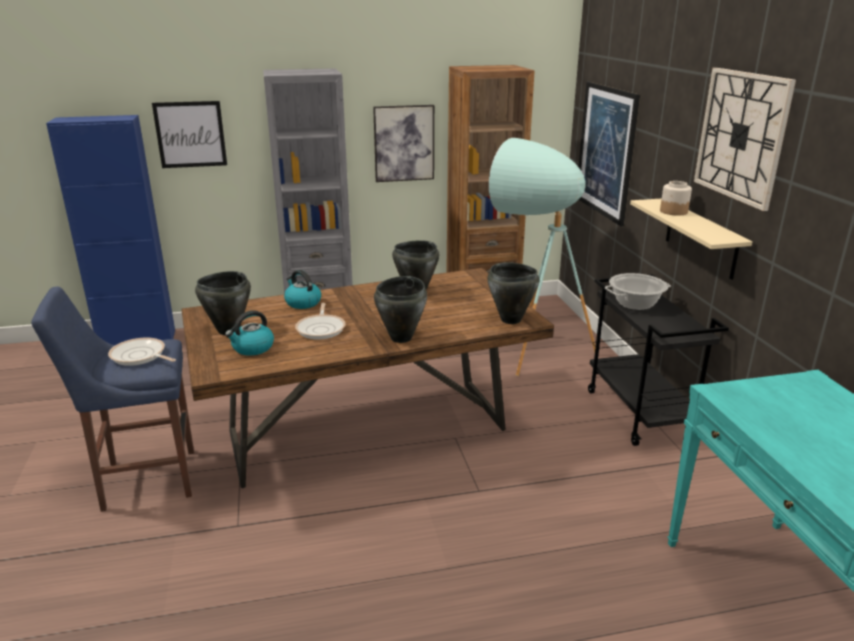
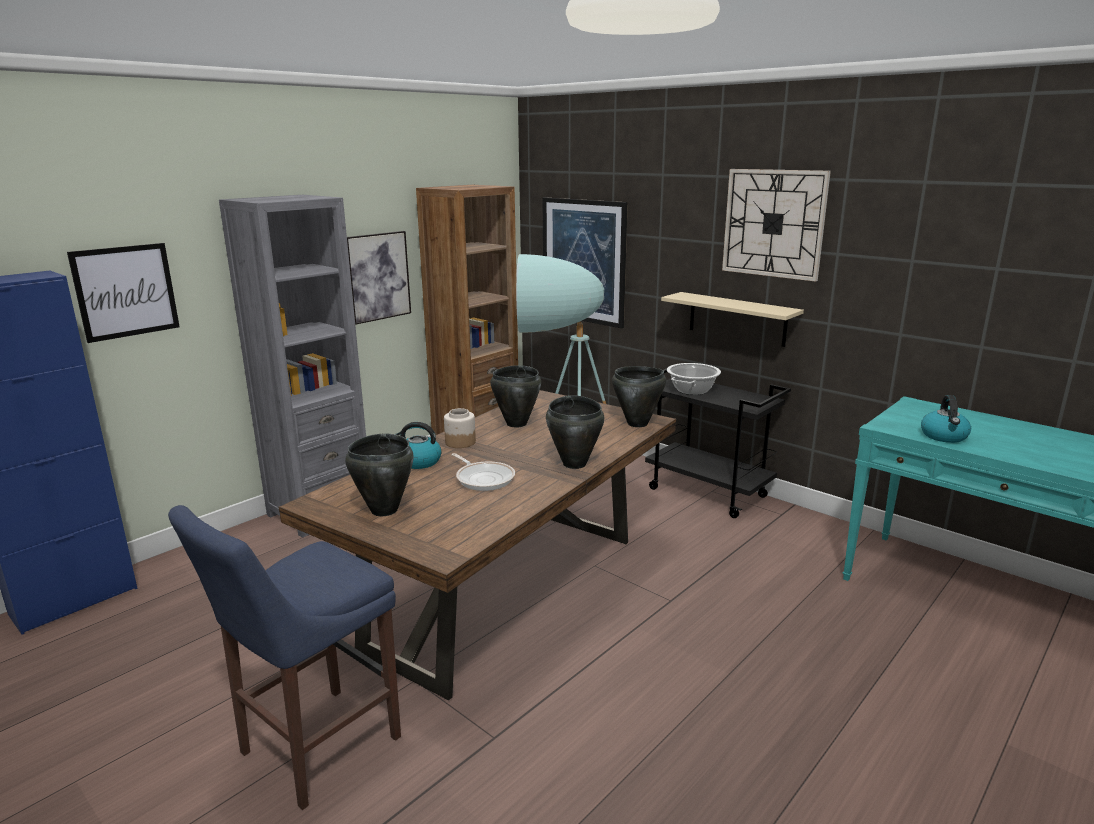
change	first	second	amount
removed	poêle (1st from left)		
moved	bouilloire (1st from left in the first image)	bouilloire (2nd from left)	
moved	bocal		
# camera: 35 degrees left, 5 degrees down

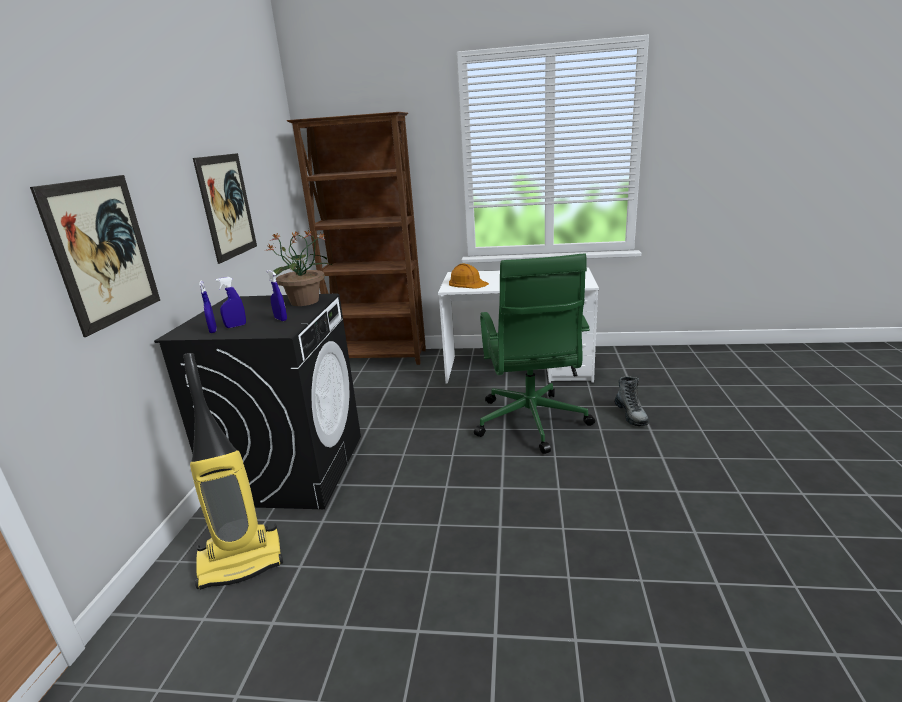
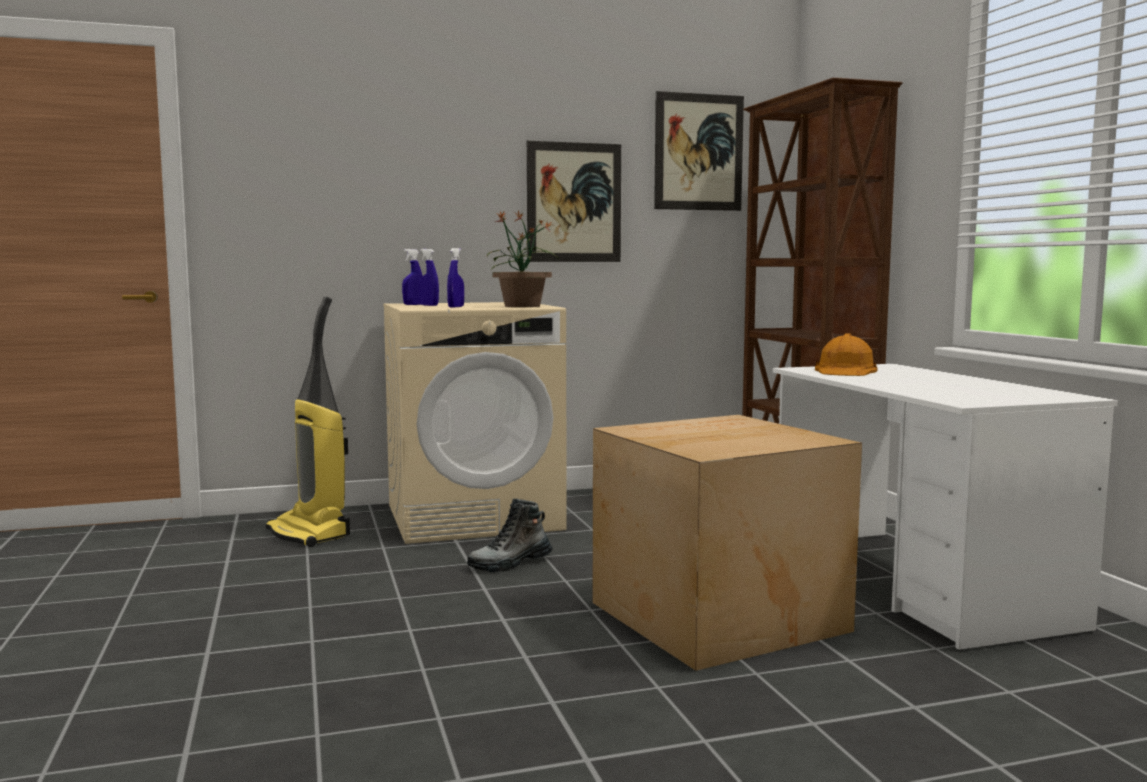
change	first	second	amount
moved	tableau (1st from left in the first image)	tableau (2nd from left)	
recoloured	lave-linge/noir	lave-linge/beige	
replaced	chaise de bureau/vert	carton	
moved	botte		
# camera: 65 degrees right, 15 degrees down

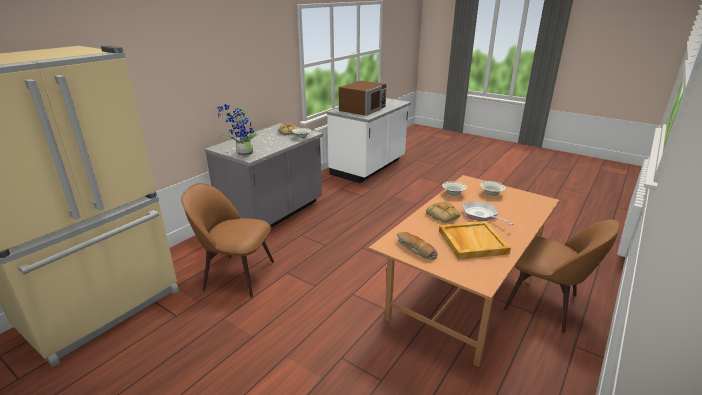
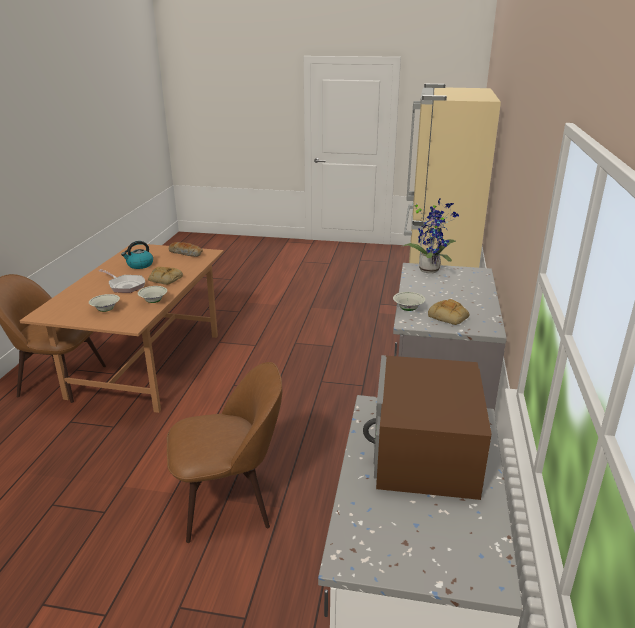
change	first	second	amount
moved	chaise/marron (1st from left in the first image)	chaise/marron (2nd from left)	
replaced	plateau/beige	bouilloire	
# camera: 155 degrees right, 0 degrees up

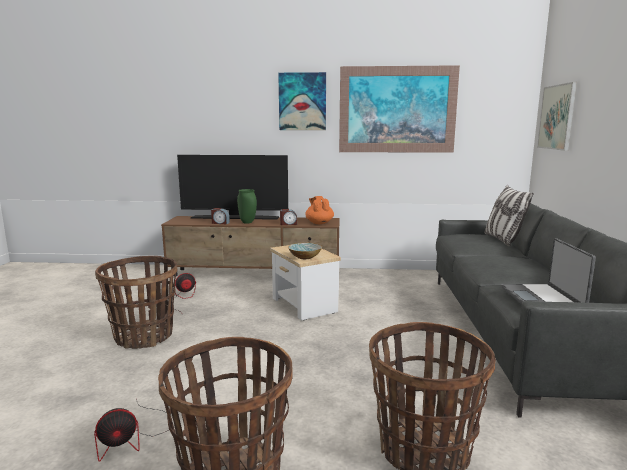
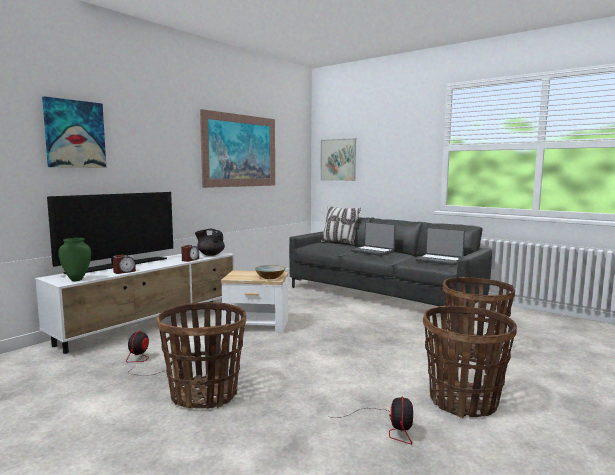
change	first	second	amount
recoloured	meuble télé/marron	meuble télé/blanc	
moved	vase/vert		
moved	tableau (1st from left)		
recoloured	théière/orange	théière/noir	
added		ordinateur portable (1st from left)	
# camera: 55 degrees left, 5 degrees down

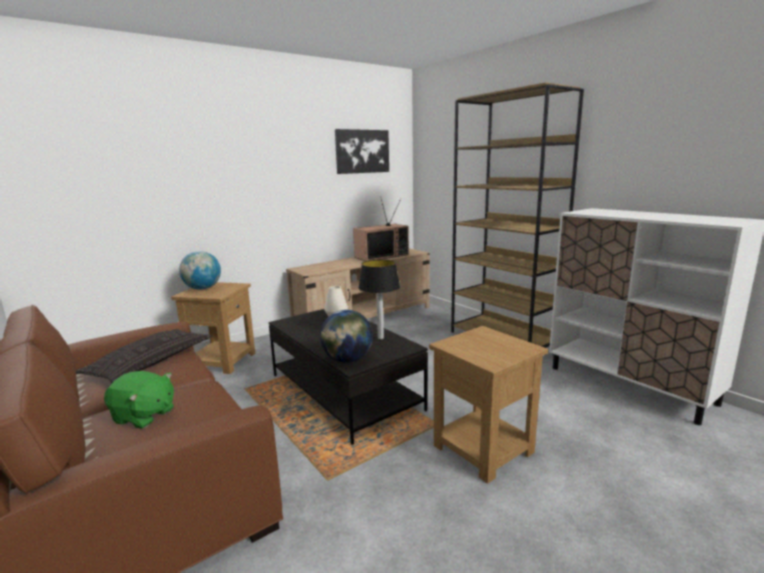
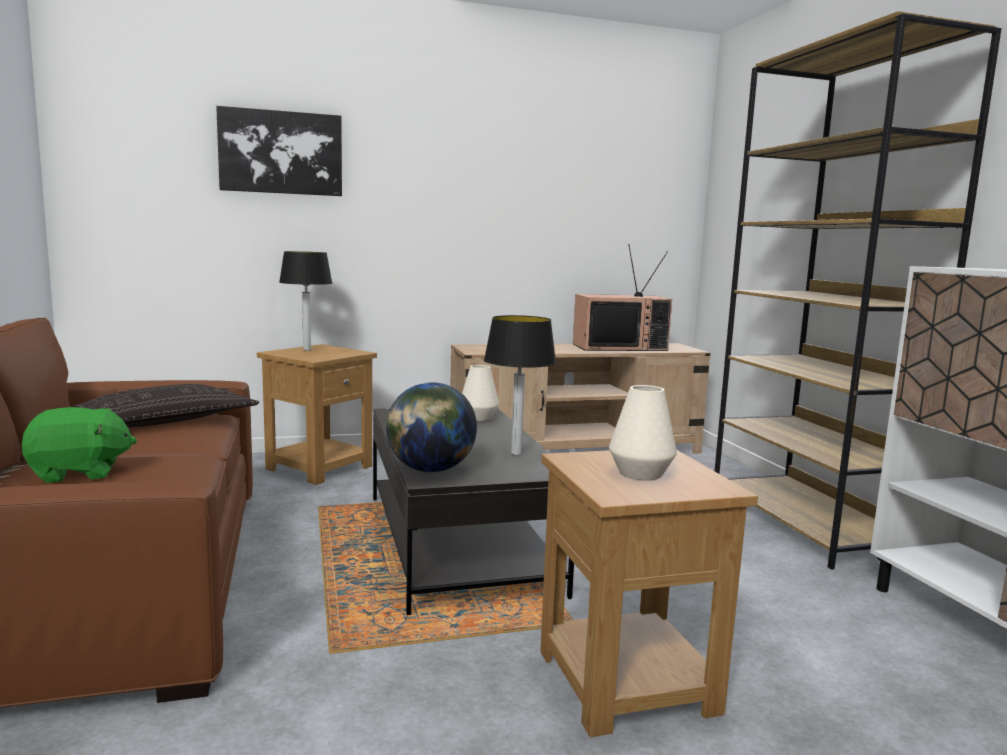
change	first	second	amount
turned	peluche/vert		60 degrees counterclockwise
replaced	globe (1st from left)	lampe de table (1st from left)	
moved	tableau		
added		vase/blanc (2nd from left)	
# camera: 20 degrees right, 5 degrees down

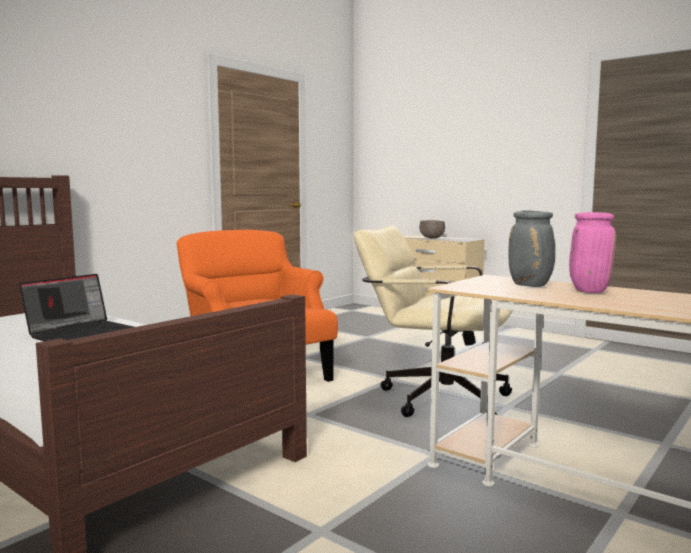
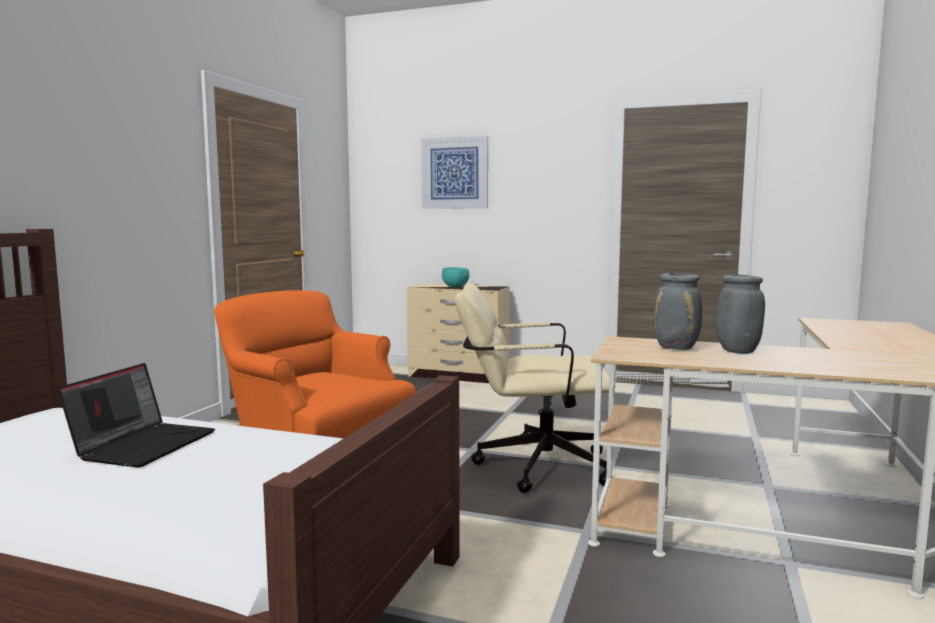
change	first	second	amount
recoloured	bol/marron	bol/turquoise	
recoloured	vase/rose	vase/gris (2nd from left)	
added		tableau	
# camera: 20 degrees left, 0 degrees up

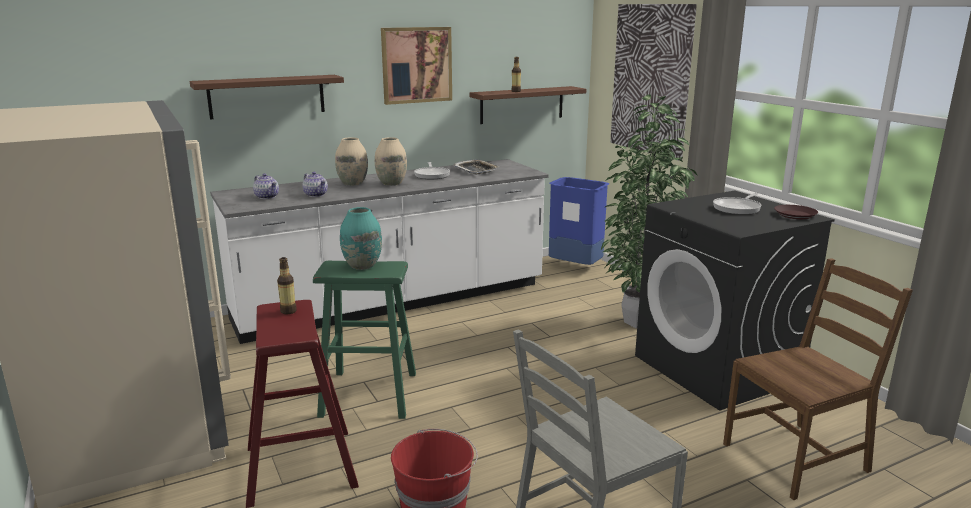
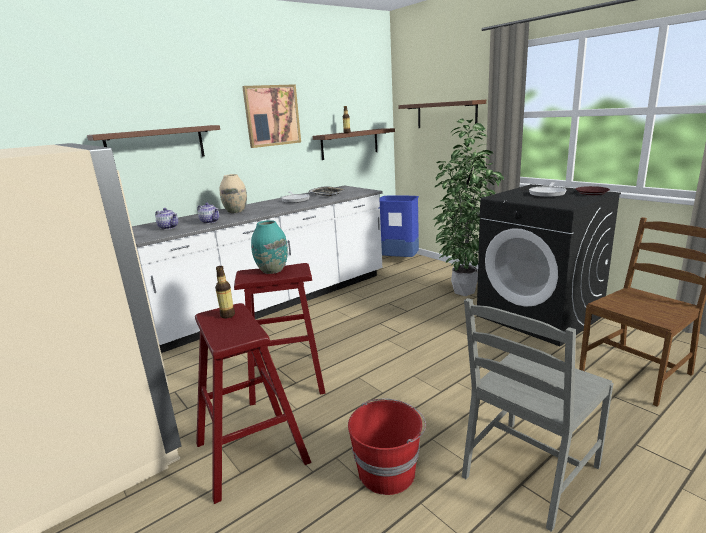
change	first	second	amount
recoloured	tabouret/vert	tabouret/rouge (2nd from left)	
removed	vase/beige (2nd from left)		
replaced	tableau (2nd from left)	étagère/marron (3rd from left)	
# camera: 10 degrees left, 0 degrees up

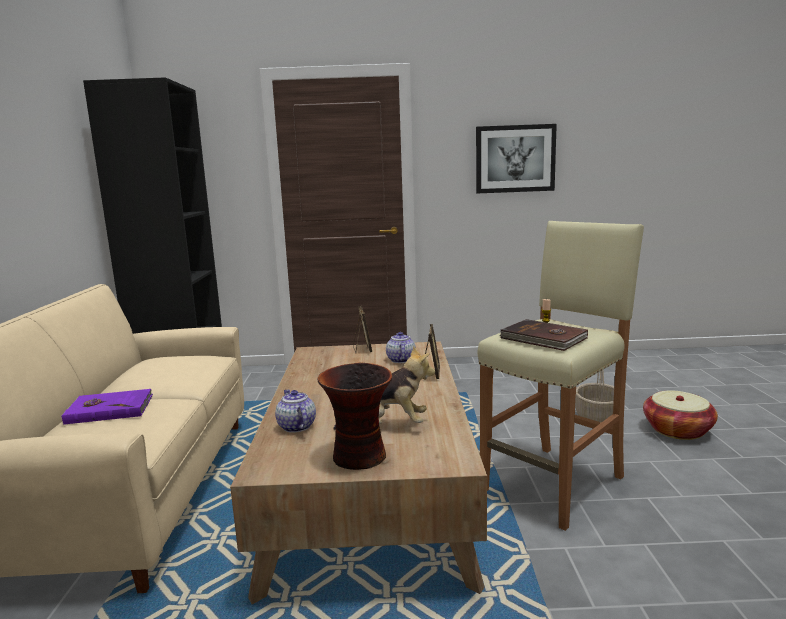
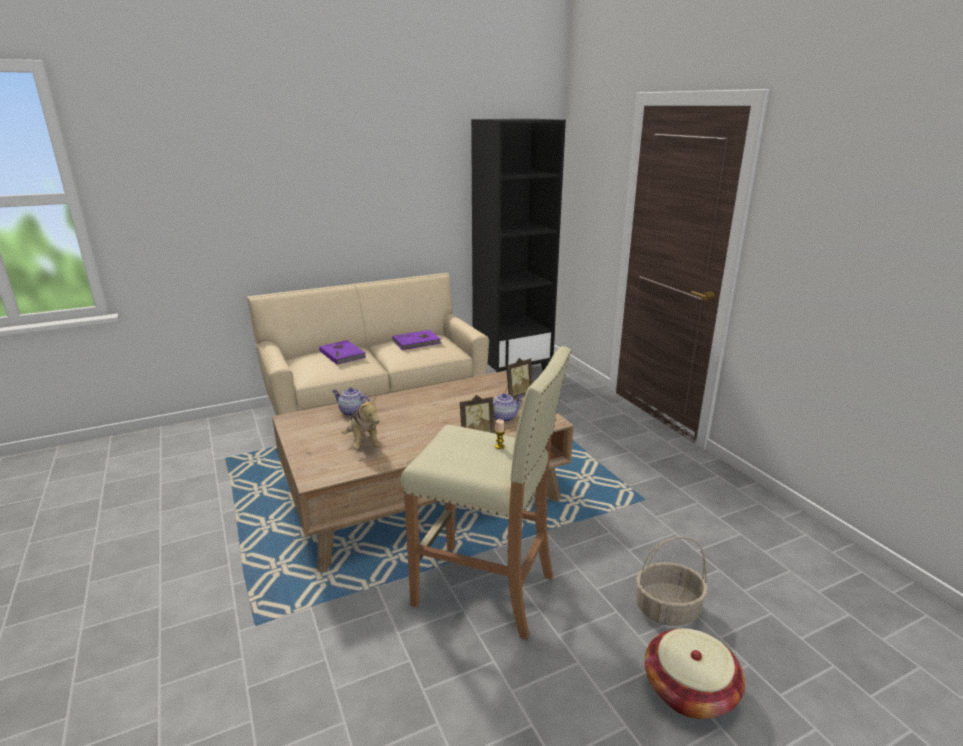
change	first	second	amount
turned	théière (1st from left)		105 degrees counterclockwise
removed	vase		
removed	tableau		
removed	livre/marron		
added		livre/violet (2nd from left)	
# camera: 65 degrees right, 10 degrees up

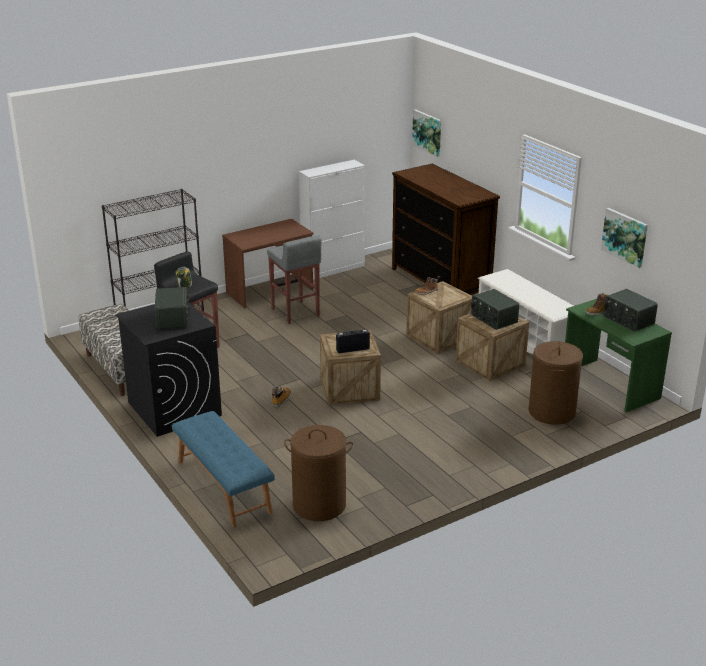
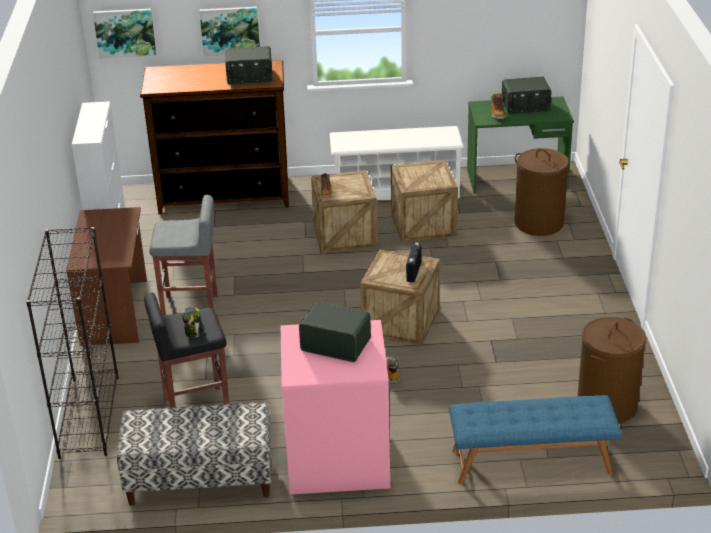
change	first	second	amount
recoloured	lave-linge/noir	lave-linge/rose	
moved	radio (3rd from left in the first image)	radio (1st from left)	
moved	tableau (2nd from left)		
# camera: 60 degrees left, 5 degrees up

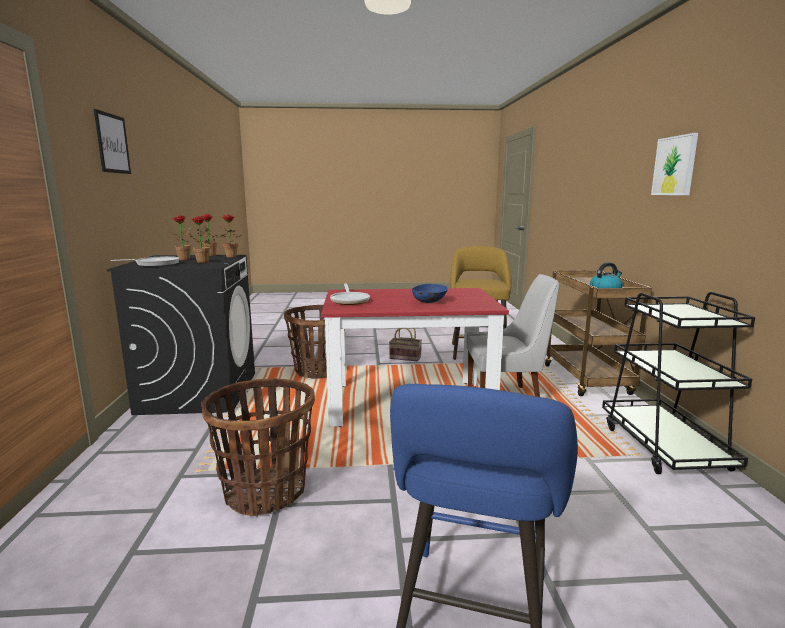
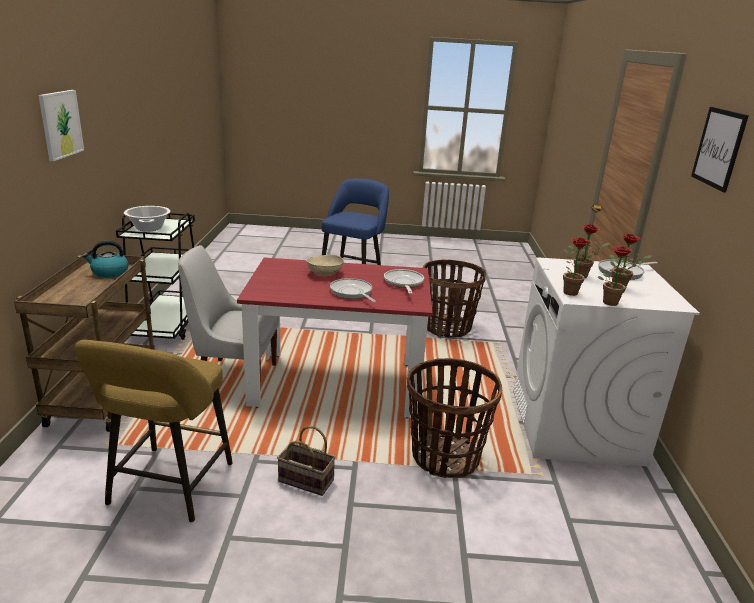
change	first	second	amount
recoloured	lave-linge/noir	lave-linge/blanc	
recoloured	bol/bleu	bol/beige	
added		marmite	
added		poêle (1st from left)	
# camera: 175 degrees left, 10 degrees up

